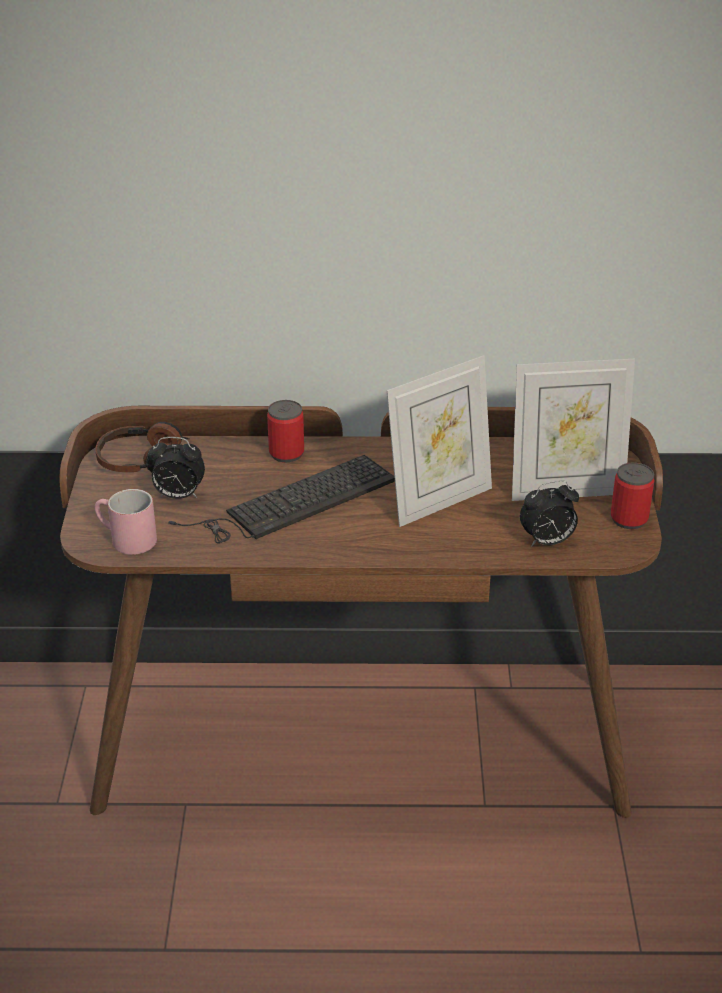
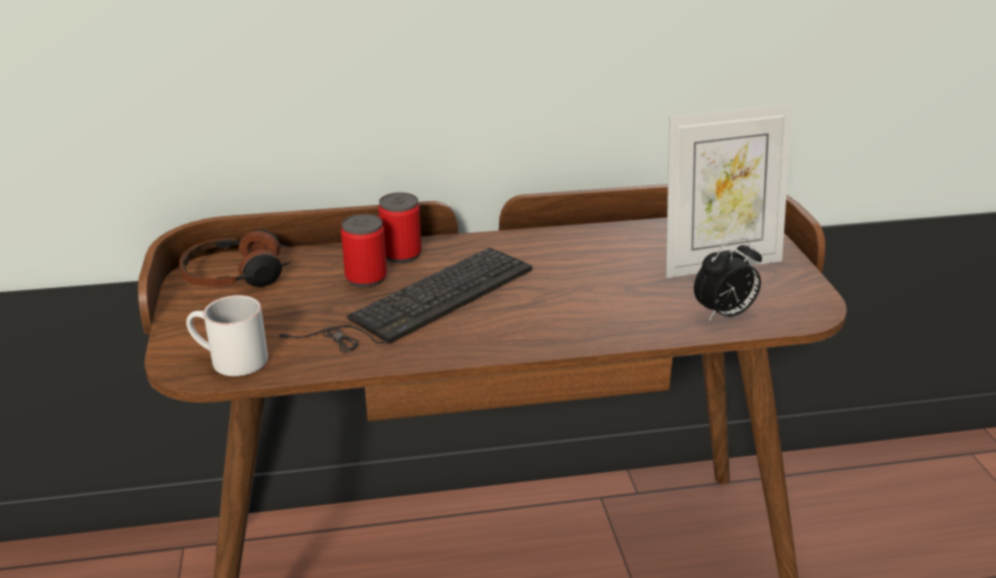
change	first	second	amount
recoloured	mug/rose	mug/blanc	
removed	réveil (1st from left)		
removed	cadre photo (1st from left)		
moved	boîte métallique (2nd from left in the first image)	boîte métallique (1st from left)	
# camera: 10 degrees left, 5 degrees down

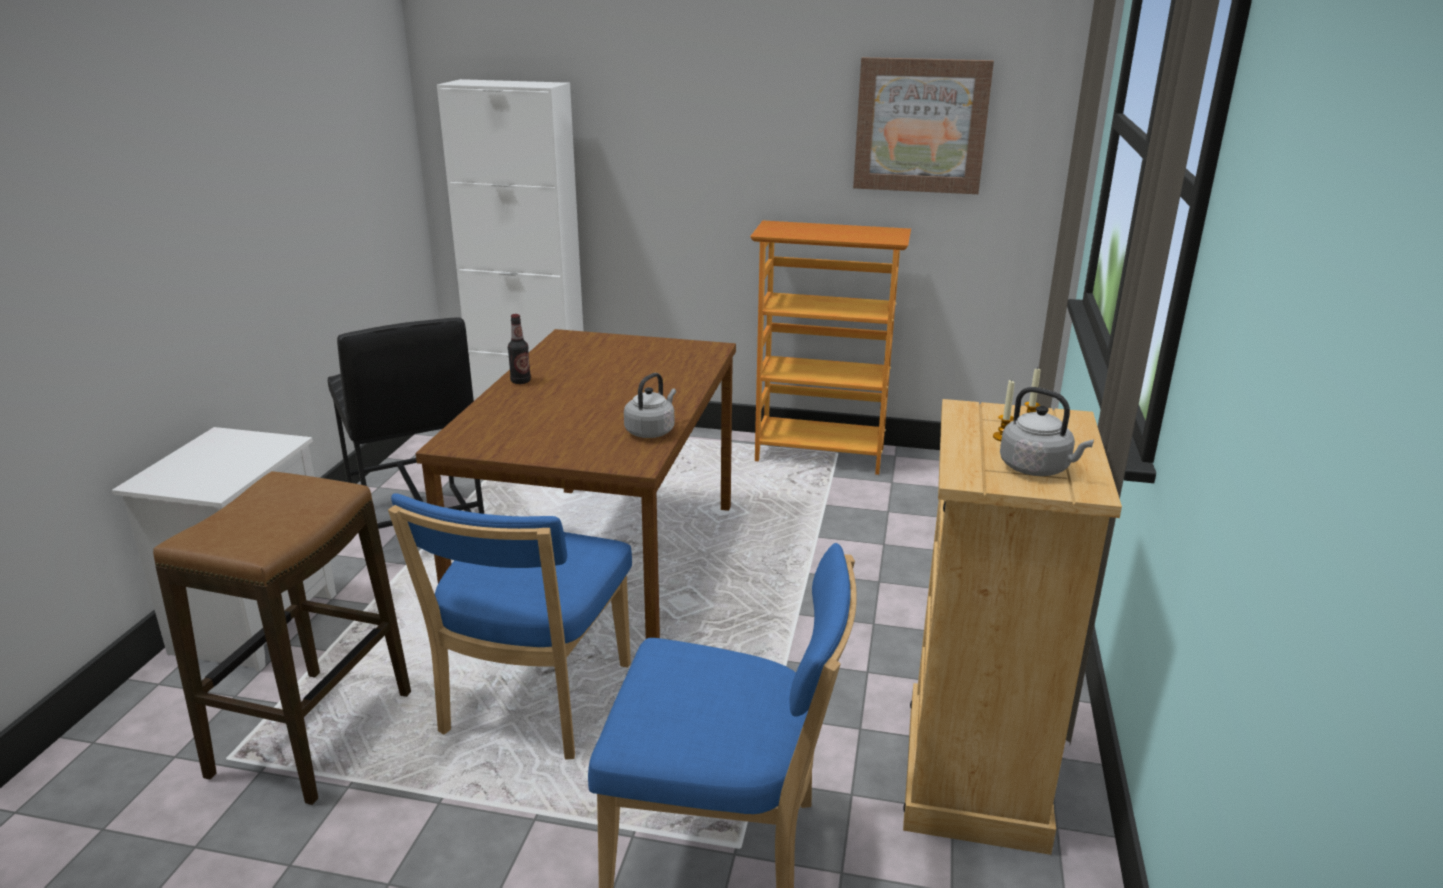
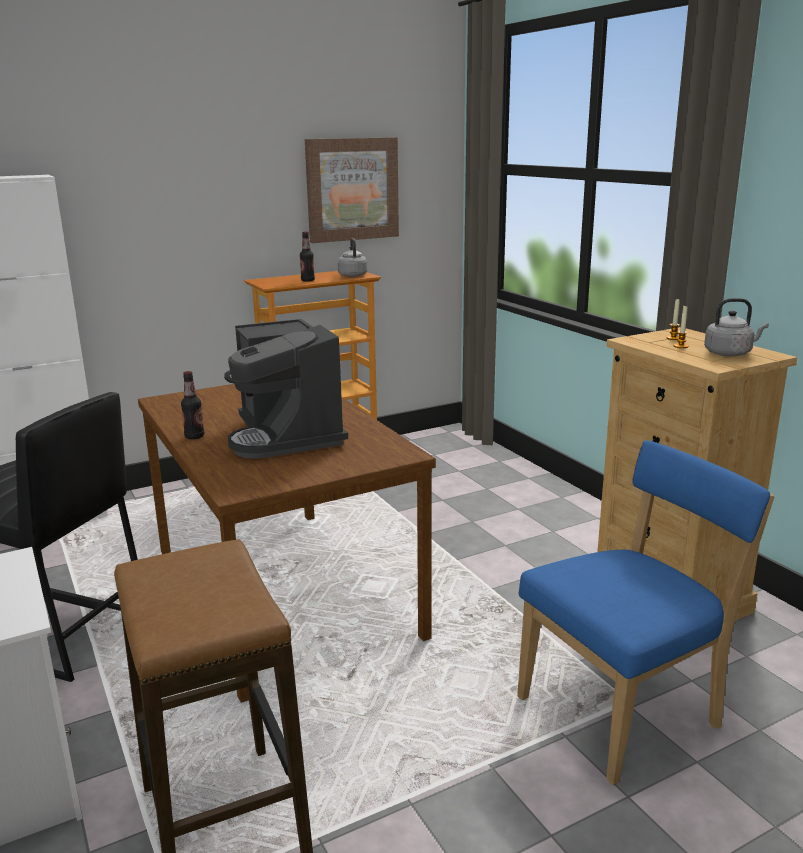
change	first	second	amount
removed	chaise/bleu (1st from left)		
moved	bouilloire/gris (1st from left)		
added		machine à café	
added		bouteille (2nd from left)	
# camera: 40 degrees left, 5 degrees down

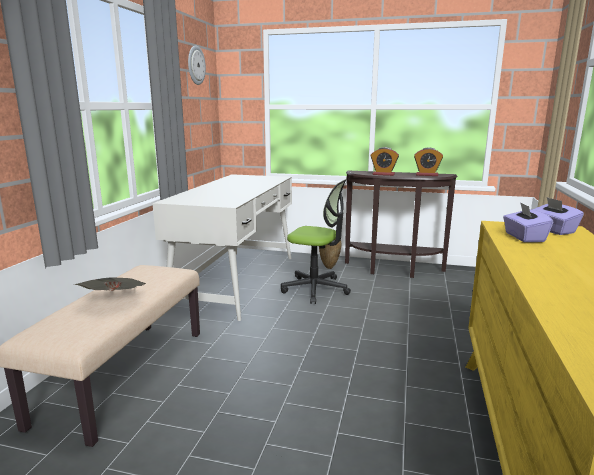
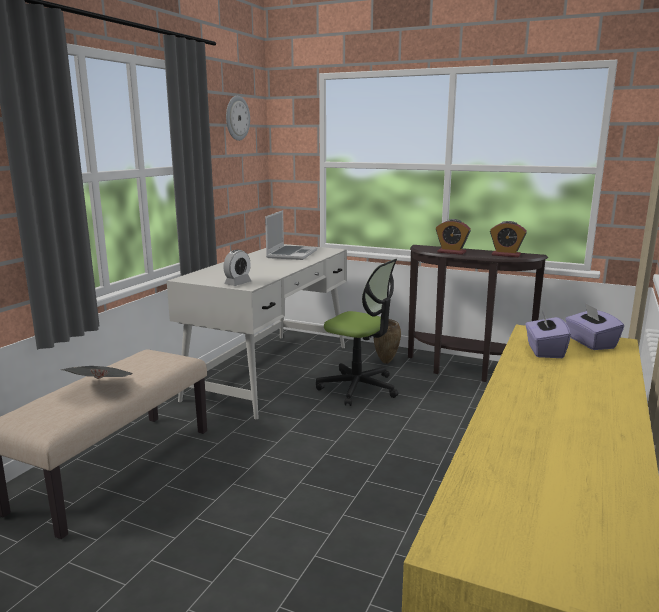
change	first	second	amount
added		réveil (1st from left)	
added		ordinateur portable	
# camera: 10 degrees right, 0 degrees up

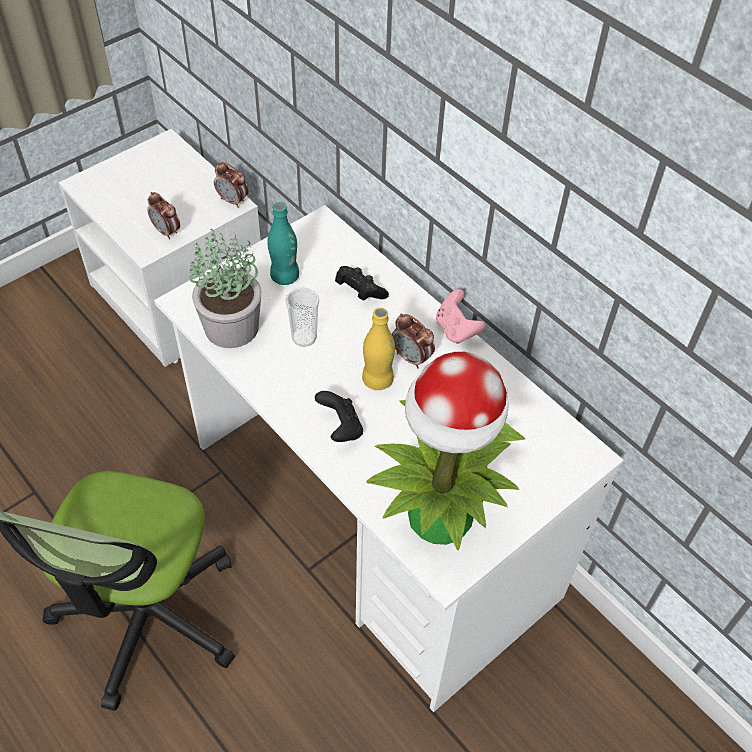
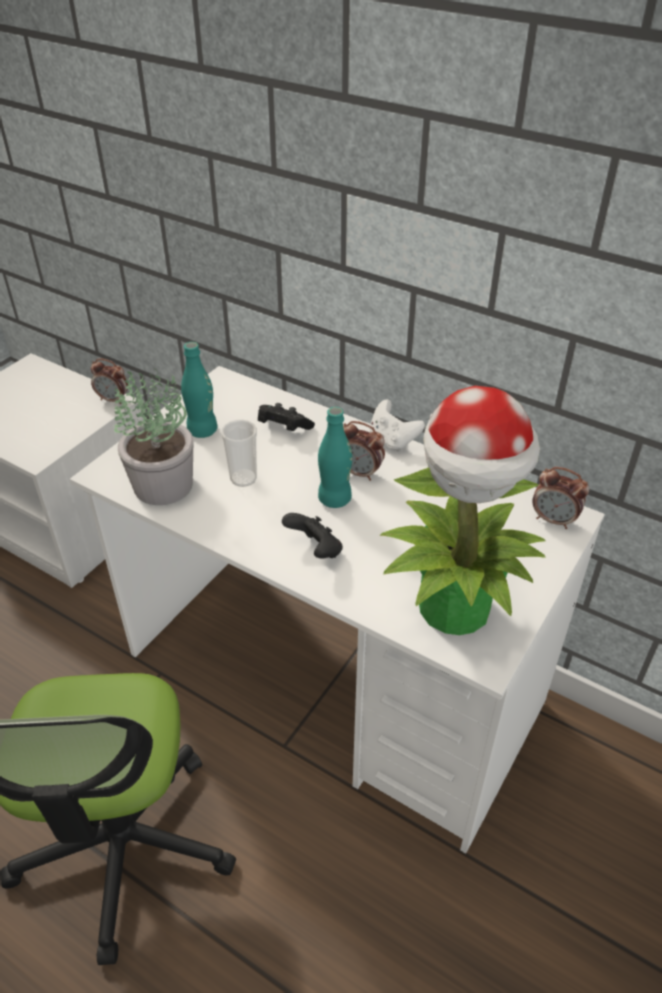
change	first	second	amount
moved	réveil (1st from left in the first image)	réveil (3rd from left)	
recoloured	bouteille/jaune	bouteille/turquoise (2nd from left)	
recoloured	manette/rose	manette/blanc	
# camera: 15 degrees left, 10 degrees down

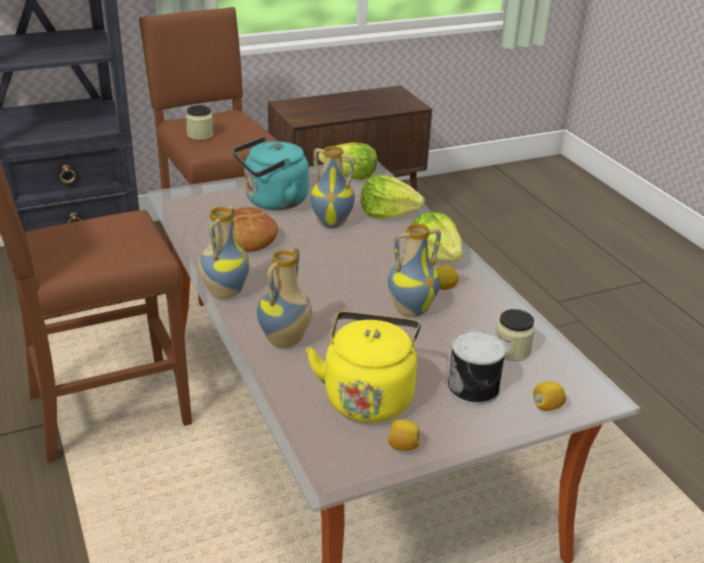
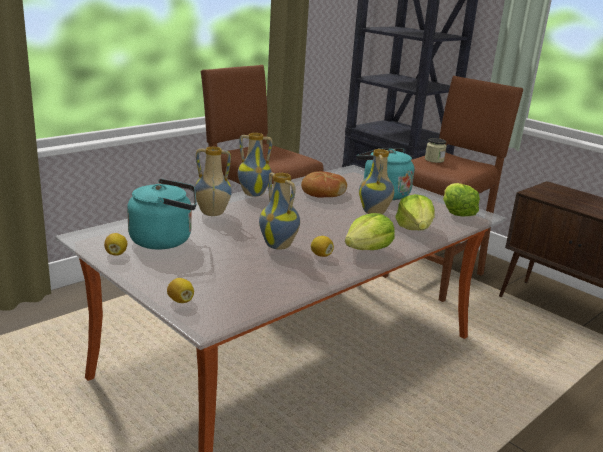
change	first	second	amount
recoloured	bouilloire/jaune	bouilloire/turquoise (1st from left)	
removed	boîte métallique		
removed	bocal (2nd from left)		
# camera: 70 degrees right, 10 degrees down

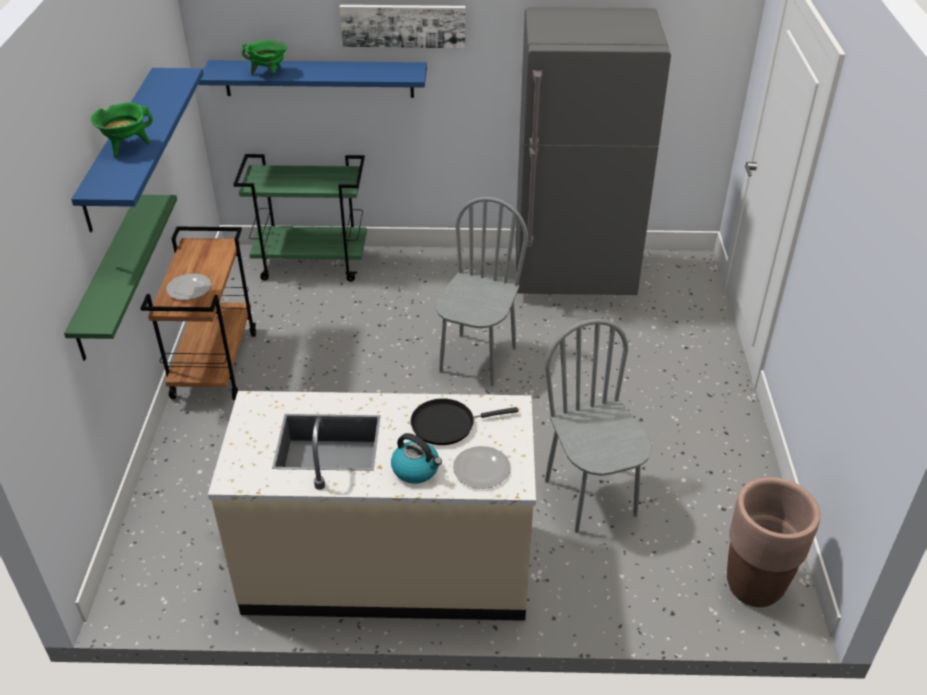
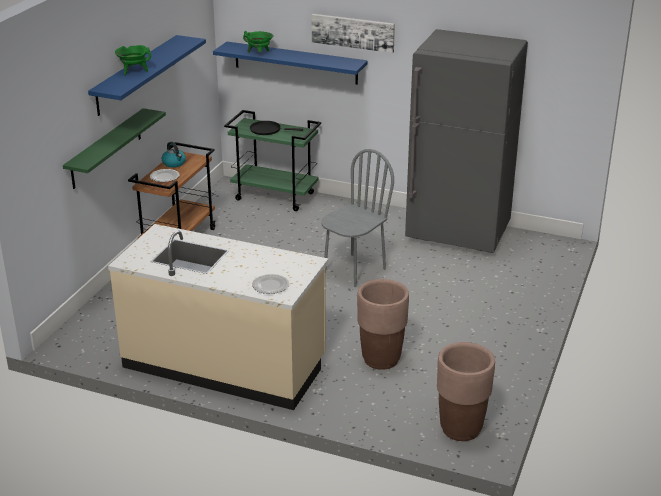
change	first	second	amount
moved	bouilloire		
moved	poêle/noir		
replaced	chaise/gris (2nd from left)	cache-pot/marron (1st from left)	
# camera: 20 degrees right, 10 degrees down

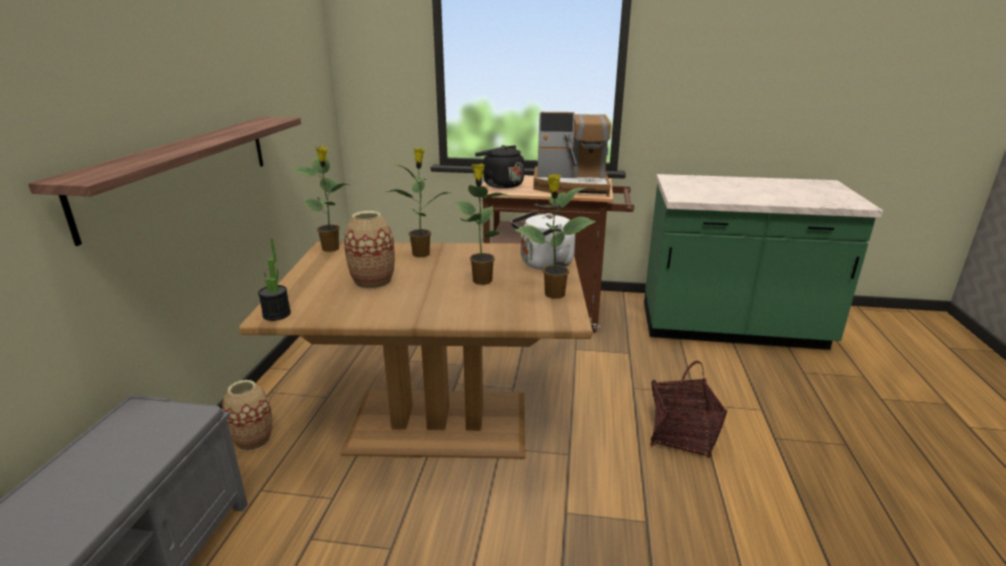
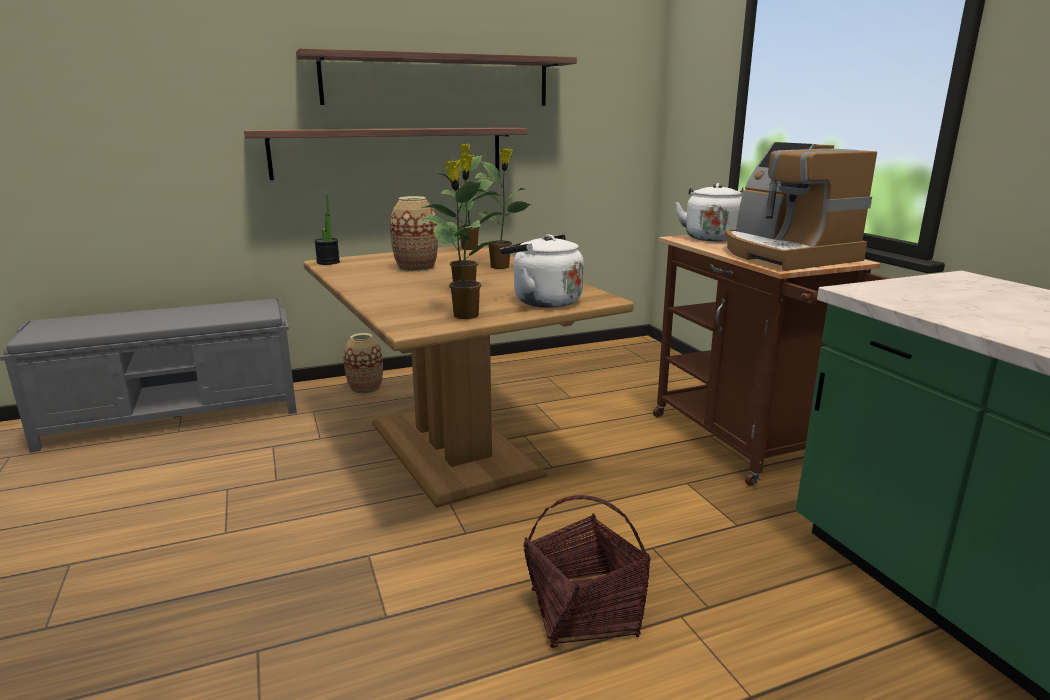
change	first	second	amount
recoloured	bouilloire/noir	bouilloire/blanc (2nd from left)	
added		étagère (2nd from left)	
# camera: 60 degrees right, 5 degrees down

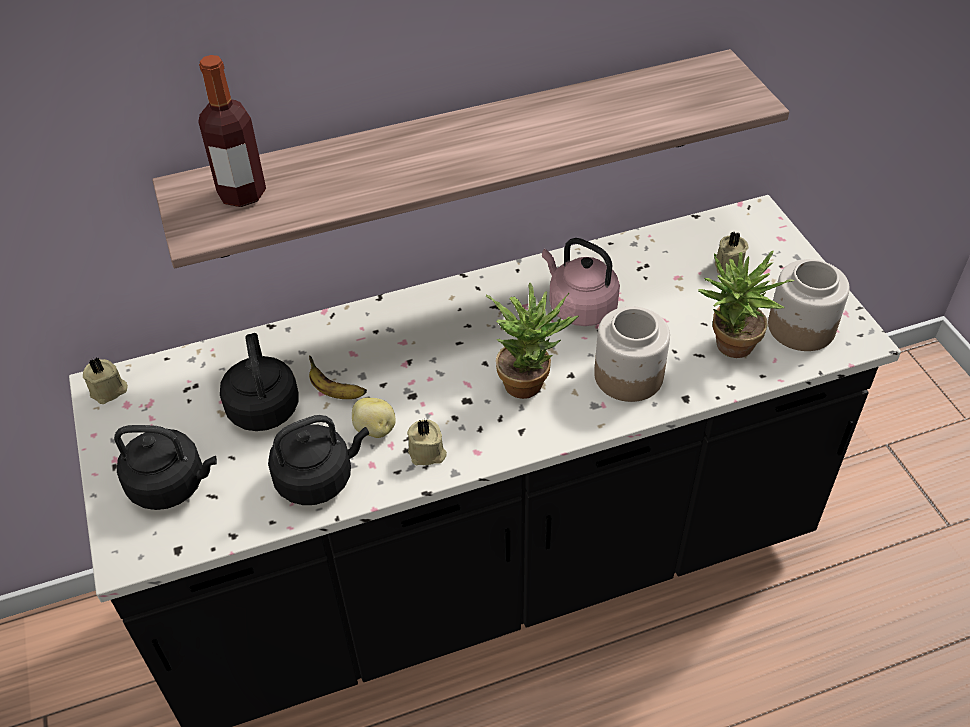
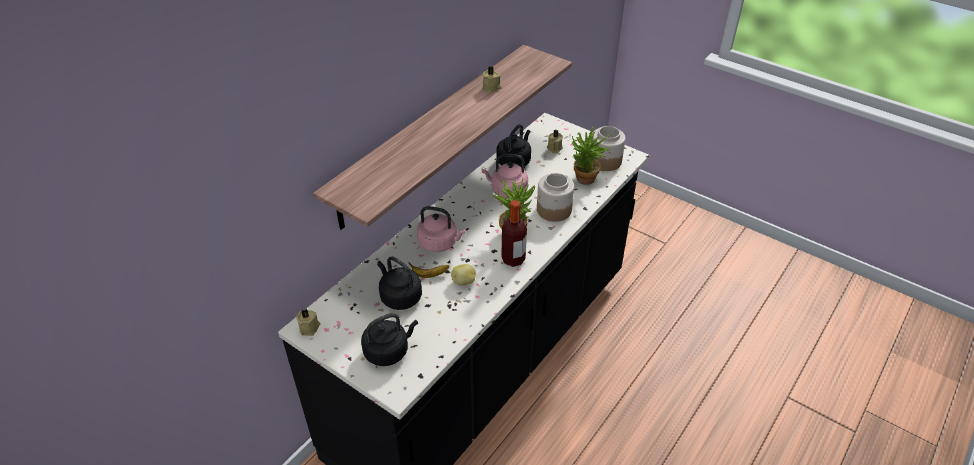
change	first	second	amount
moved	bouteille		
moved	bouilloire/noir (3rd from left)		
moved	bougie/beige (2nd from left)		
added		bouilloire/rose (1st from left)	
# camera: 35 degrees left, 5 degrees down

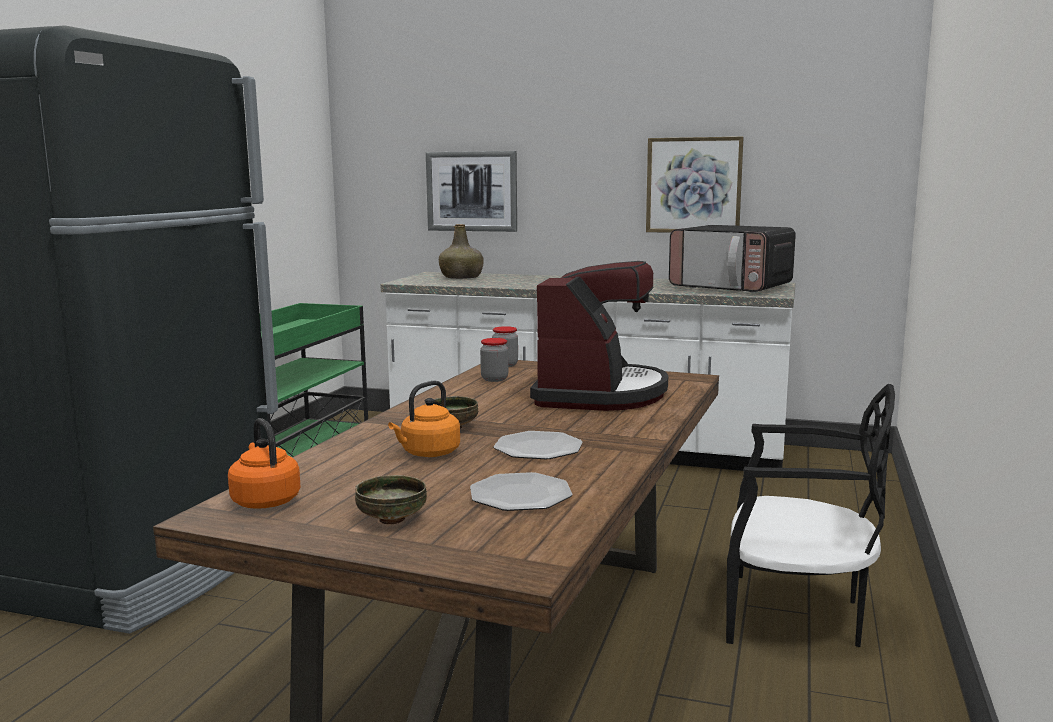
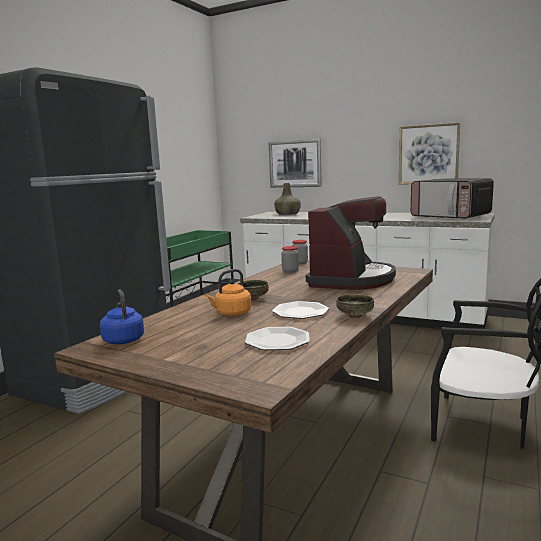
change	first	second	amount
recoloured	bouilloire/orange (1st from left)	bouilloire/bleu	
moved	bol (1st from left in the first image)	bol (2nd from left)	
# camera: 10 degrees right, 0 degrees up

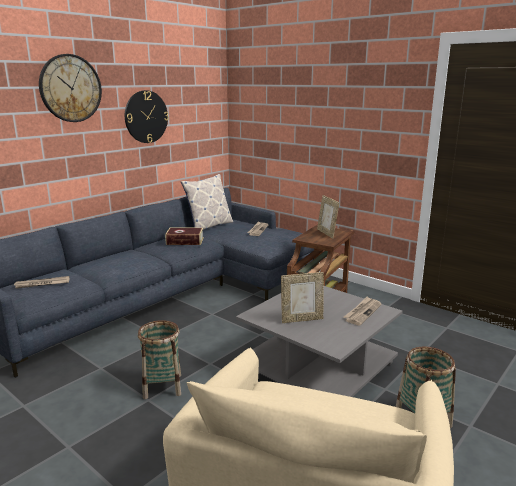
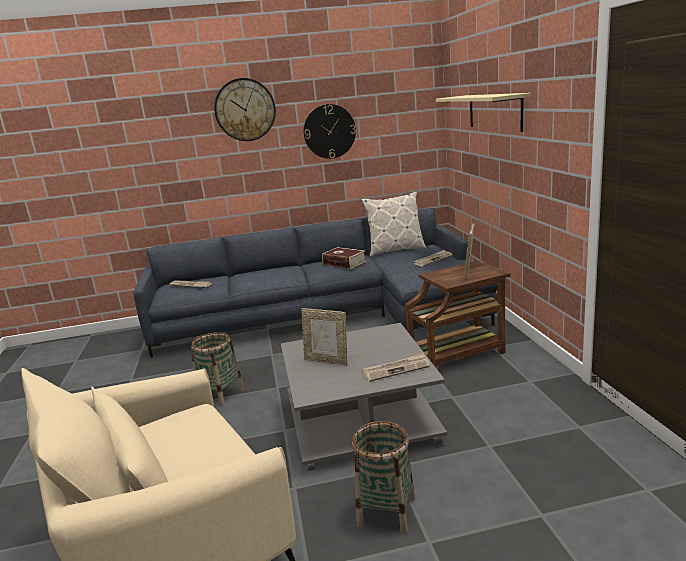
change	first	second	amount
added		étagère/beige	
# camera: 40 degrees right, 0 degrees up

